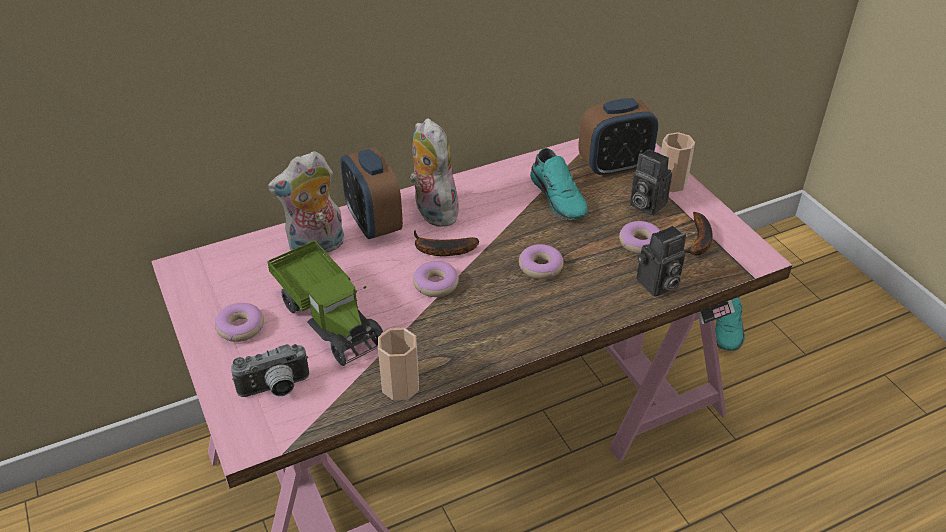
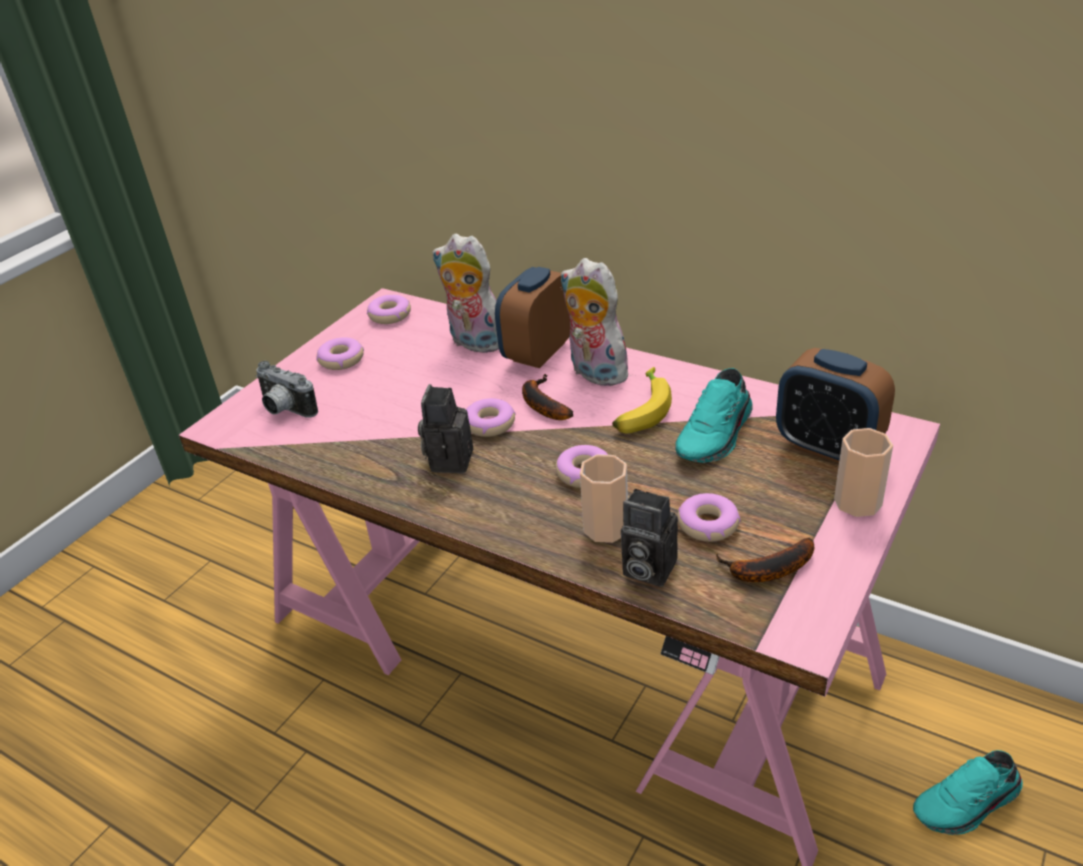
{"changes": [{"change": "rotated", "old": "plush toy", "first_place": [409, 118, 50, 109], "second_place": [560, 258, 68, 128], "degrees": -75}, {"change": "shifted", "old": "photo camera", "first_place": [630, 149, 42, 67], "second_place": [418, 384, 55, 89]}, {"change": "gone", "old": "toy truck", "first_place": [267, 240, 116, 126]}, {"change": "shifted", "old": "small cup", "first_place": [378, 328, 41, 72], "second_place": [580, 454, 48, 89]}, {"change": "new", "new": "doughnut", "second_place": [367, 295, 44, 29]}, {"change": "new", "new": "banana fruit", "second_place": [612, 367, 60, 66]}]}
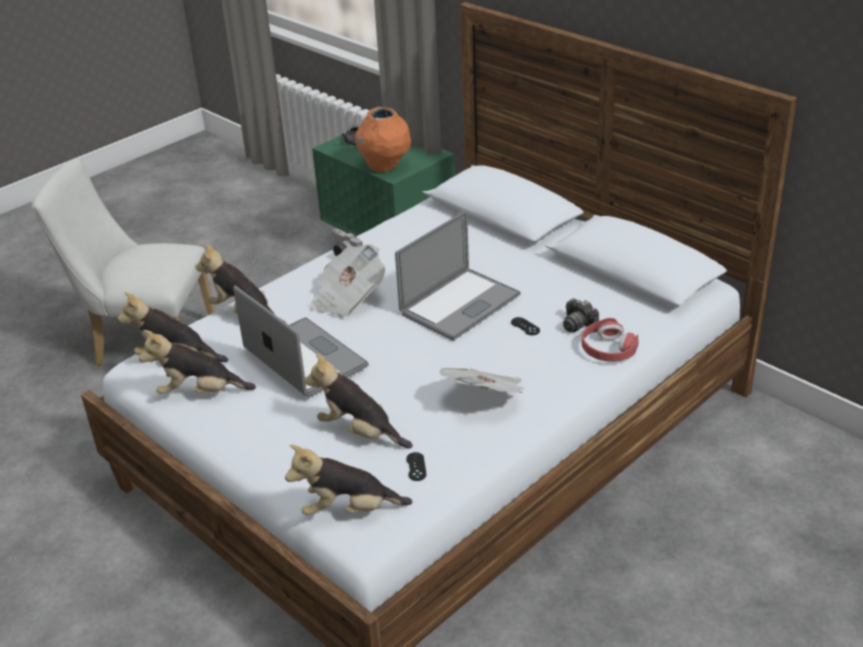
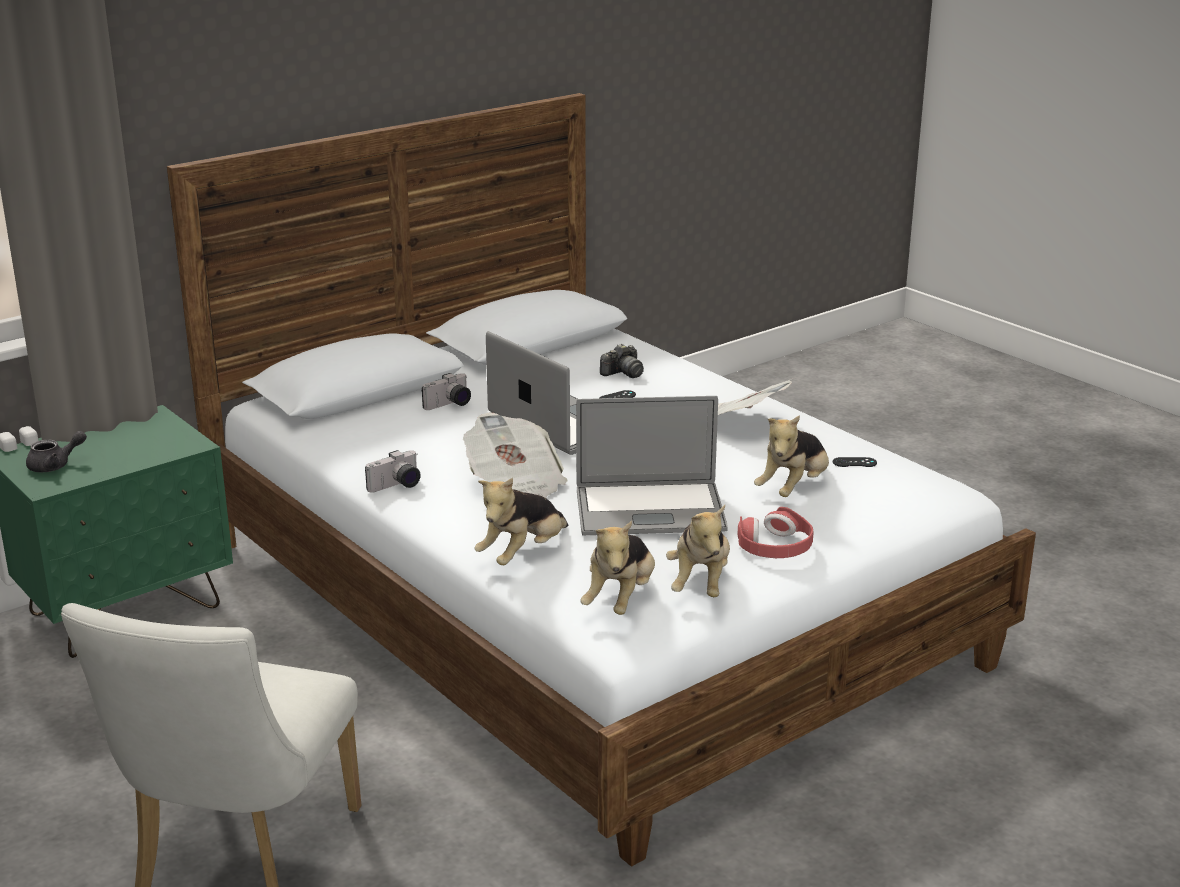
{"changes": [{"change": "gone", "old": "decorative vase (orangey)", "first_place": [355, 107, 56, 65]}, {"change": "rotated", "old": "laptop", "first_place": [233, 285, 136, 113], "second_place": [576, 396, 152, 139], "degrees": -150}, {"change": "shifted", "old": "headset (reddish)", "first_place": [582, 318, 57, 44], "second_place": [738, 507, 76, 51]}, {"change": "gone", "old": "plush toy", "first_place": [285, 445, 127, 70]}, {"change": "new", "new": "photo camera", "second_place": [422, 373, 49, 37]}]}
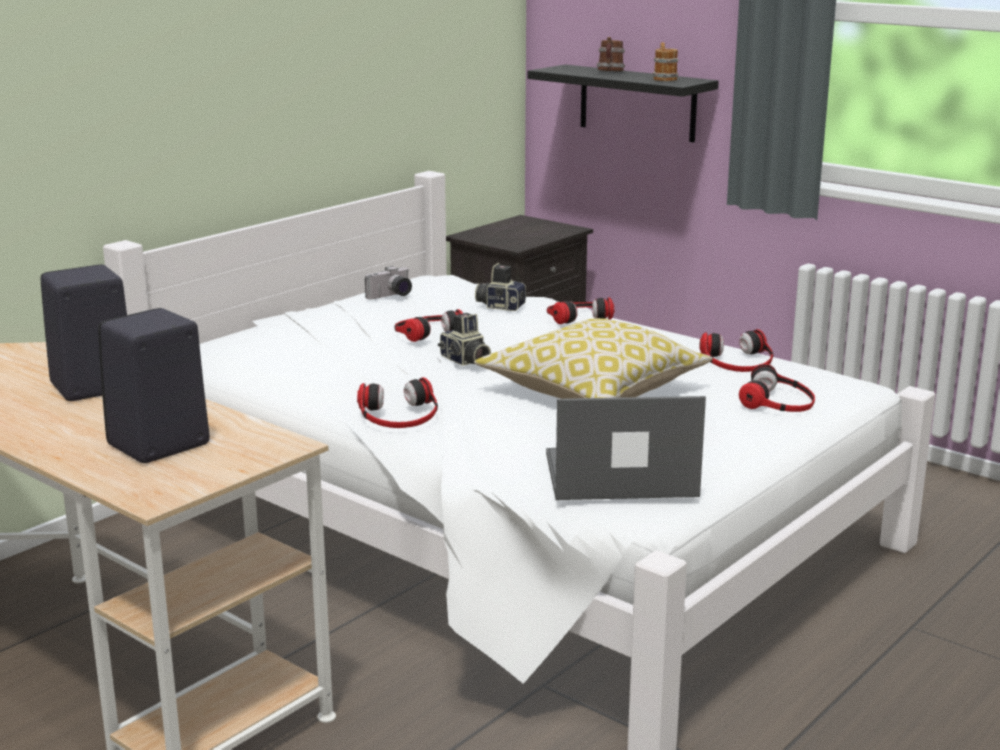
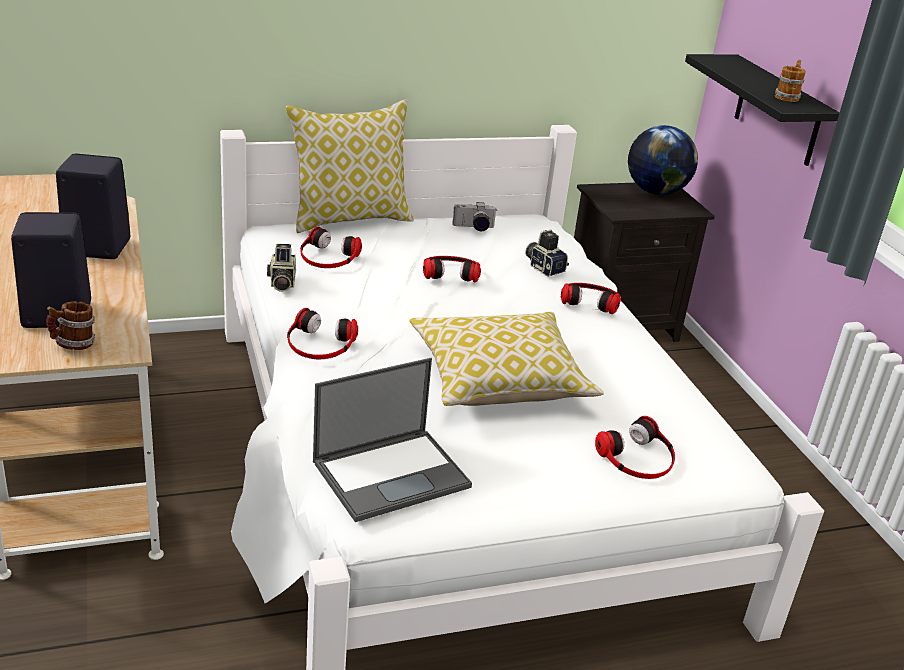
{"changes": [{"change": "shifted", "old": "tea mug", "first_place": [596, 37, 29, 34], "second_place": [46, 301, 49, 49]}, {"change": "shifted", "old": "photo camera", "first_place": [438, 313, 53, 53], "second_place": [267, 244, 29, 48]}, {"change": "shifted", "old": "headset", "first_place": [699, 329, 74, 43], "second_place": [300, 226, 62, 42]}, {"change": "rotated", "old": "laptop", "first_place": [546, 396, 160, 104], "second_place": [313, 358, 159, 164], "degrees": 120}, {"change": "new", "new": "cushion", "second_place": [286, 99, 128, 134]}, {"change": "new", "new": "world globe", "second_place": [628, 125, 70, 70]}]}
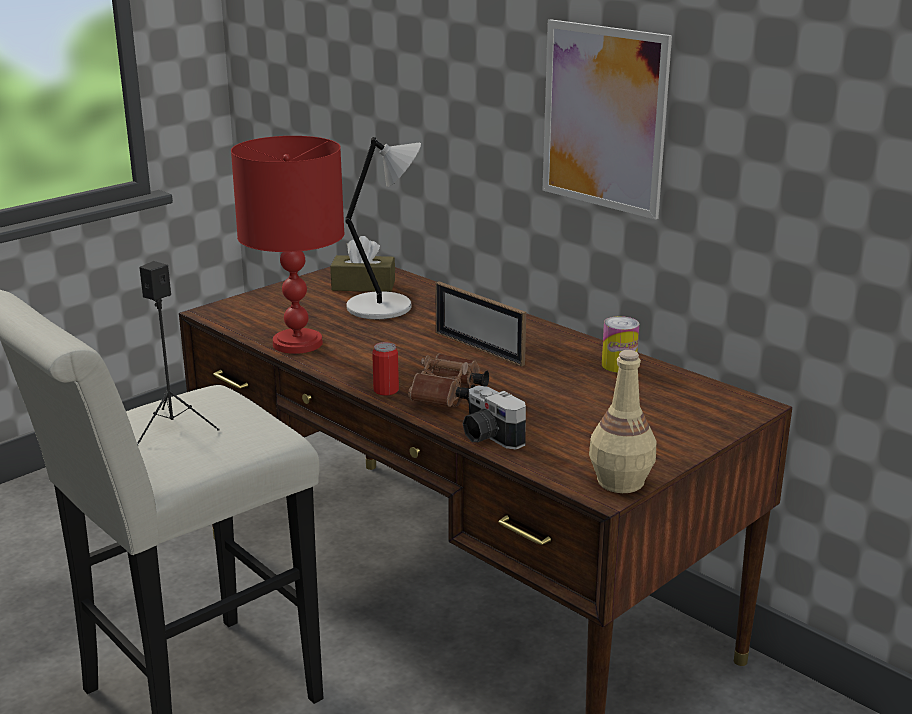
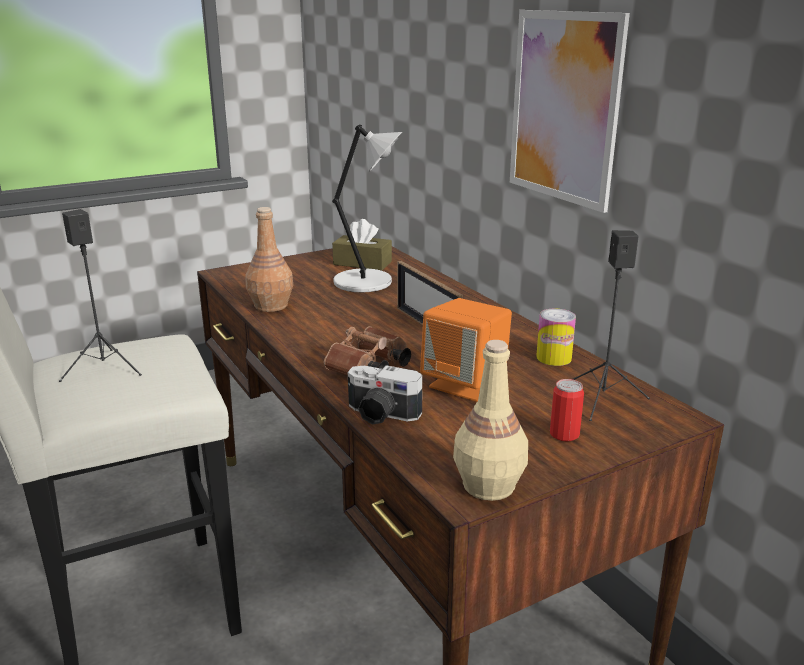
{"changes": [{"change": "swapped", "old": "lamp for a table (reddish)", "new": "bottle (brown-coloured)", "first_place": [231, 136, 114, 218], "second_place": [245, 207, 48, 105]}, {"change": "shifted", "old": "can", "first_place": [372, 342, 27, 54], "second_place": [550, 379, 34, 62]}, {"change": "rotated", "old": "photo camera", "first_place": [463, 386, 63, 63], "second_place": [348, 365, 74, 60], "degrees": -45}, {"change": "new", "new": "loudspeaker (blackish)", "second_place": [573, 230, 77, 191]}, {"change": "new", "new": "loudspeaker (orangey)", "second_place": [420, 298, 92, 104]}]}
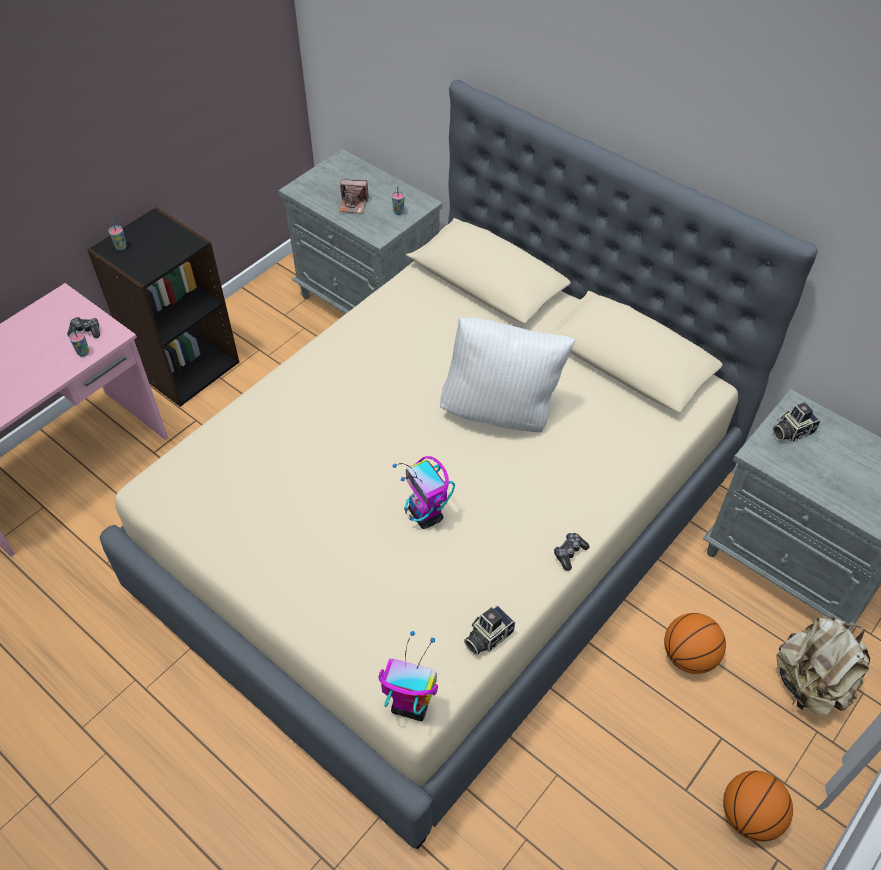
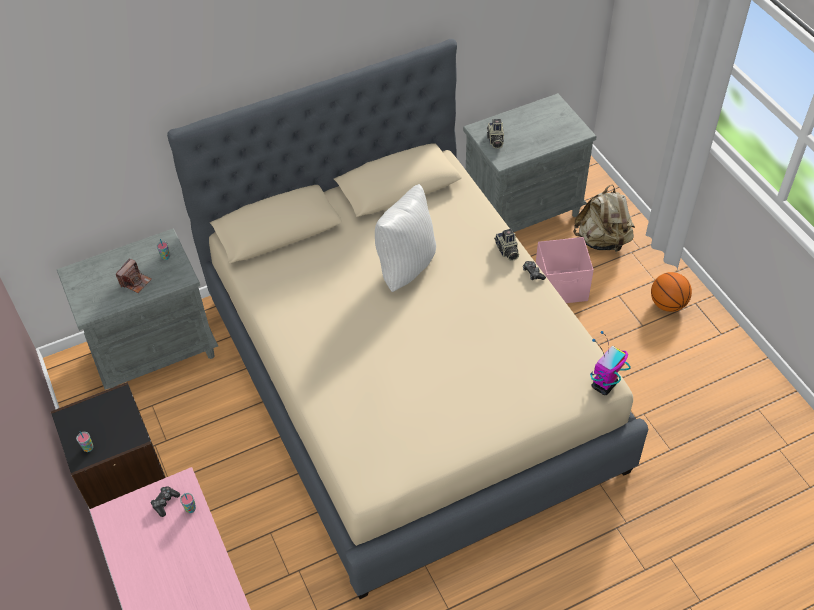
{"changes": [{"change": "gone", "old": "toy robot", "first_place": [392, 456, 63, 73]}, {"change": "shifted", "old": "photo camera", "first_place": [464, 606, 51, 49], "second_place": [494, 229, 25, 32]}, {"change": "swapped", "old": "basketball ball", "new": "storage box (pink-coloured)", "first_place": [664, 613, 62, 61], "second_place": [536, 237, 58, 66]}]}
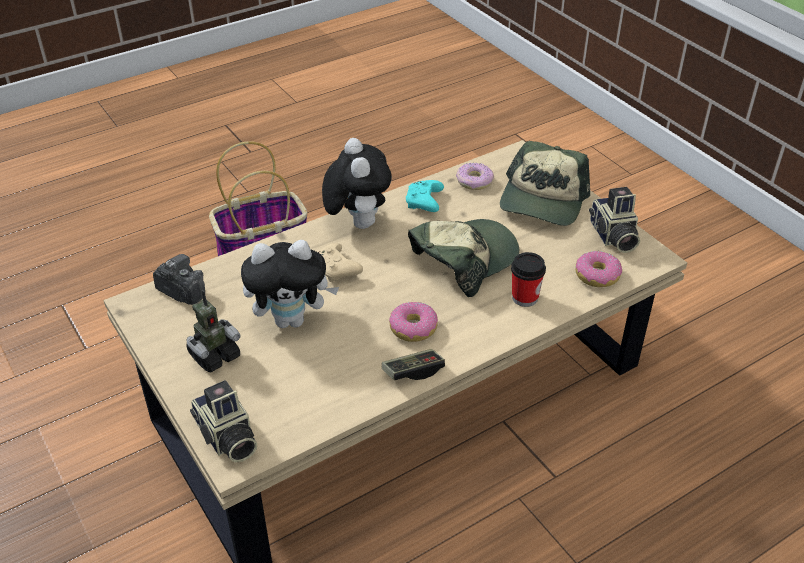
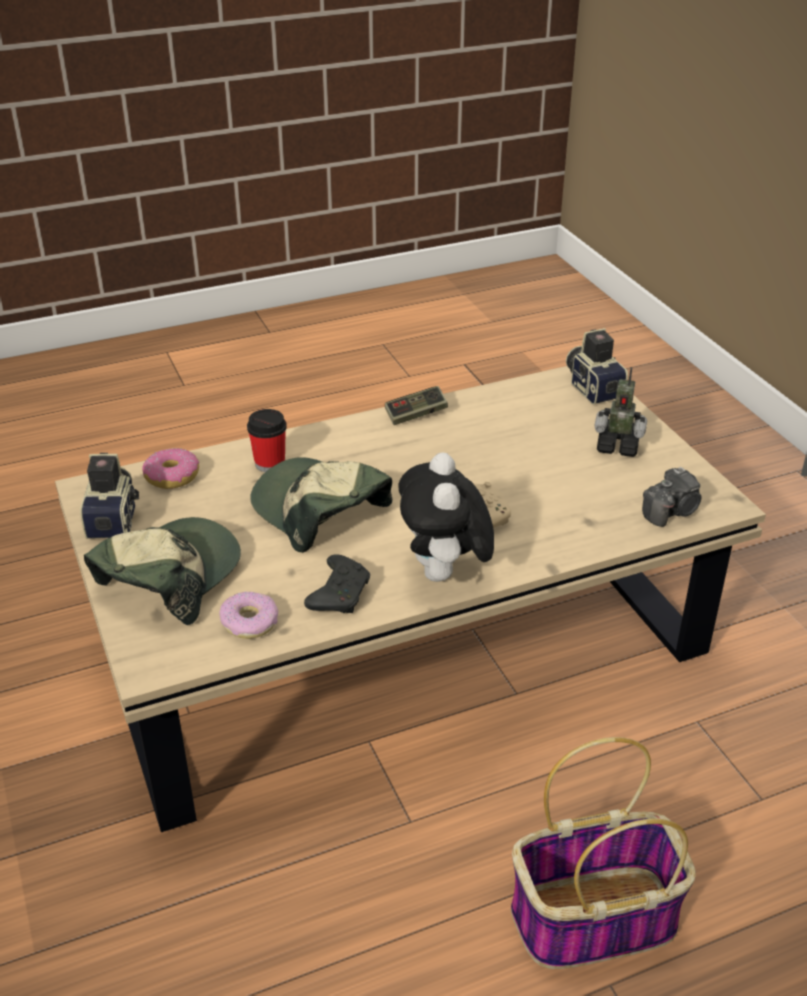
{"changes": [{"change": "repainted", "old": "gamepad (turquoise)", "new": "gamepad (blackish)", "first_place": [406, 180, 38, 32], "second_place": [304, 554, 66, 59]}, {"change": "rotated", "old": "cap", "first_place": [408, 219, 111, 78], "second_place": [250, 457, 142, 96], "degrees": 75}, {"change": "gone", "old": "plush toy", "first_place": [241, 240, 98, 88]}, {"change": "rotated", "old": "photo camera", "first_place": [153, 254, 52, 51], "second_place": [642, 467, 60, 60], "degrees": -75}, {"change": "rotated", "old": "toy robot", "first_place": [186, 290, 55, 82], "second_place": [595, 367, 52, 90], "degrees": -135}, {"change": "gone", "old": "doughnut", "first_place": [389, 302, 49, 40]}]}
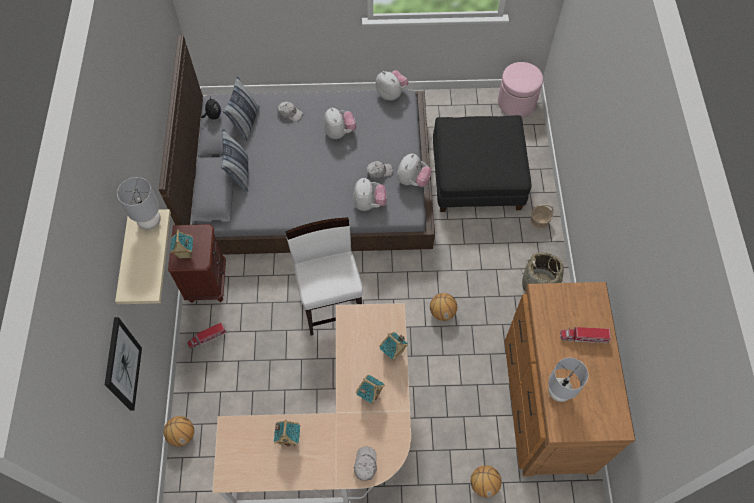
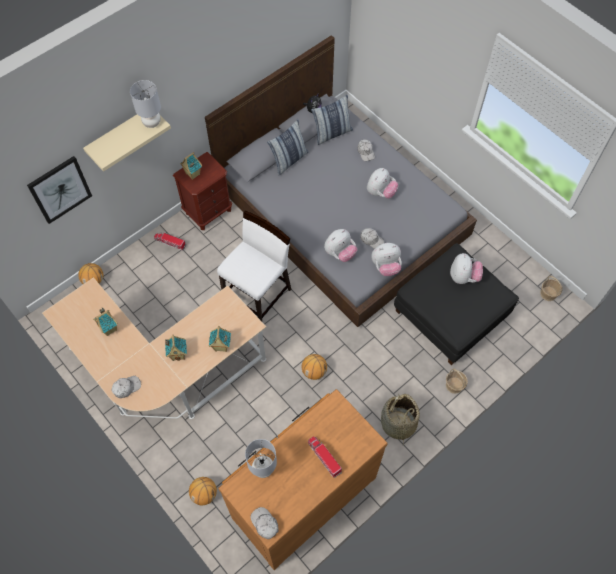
{"changes": [{"change": "swapped", "old": "ottoman (pink-coloured)", "new": "basket", "first_place": [498, 62, 45, 55], "second_place": [540, 276, 23, 25]}, {"change": "shifted", "old": "plush toy", "first_place": [376, 70, 33, 31], "second_place": [450, 253, 33, 31]}, {"change": "new", "new": "cap (whitish)", "second_place": [251, 507, 28, 32]}]}
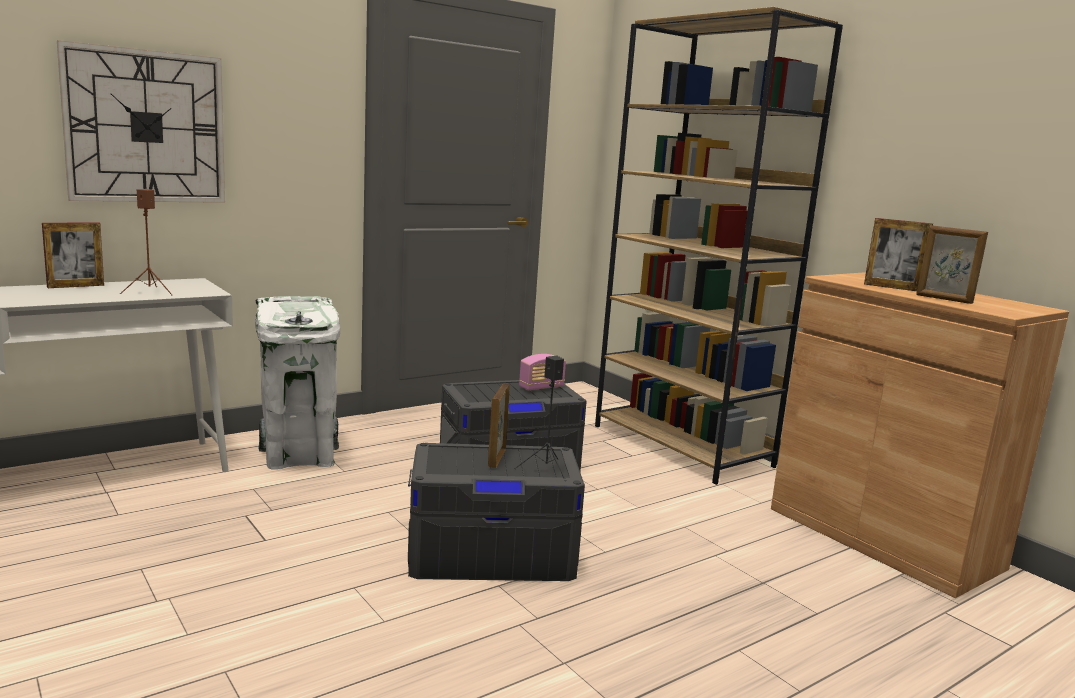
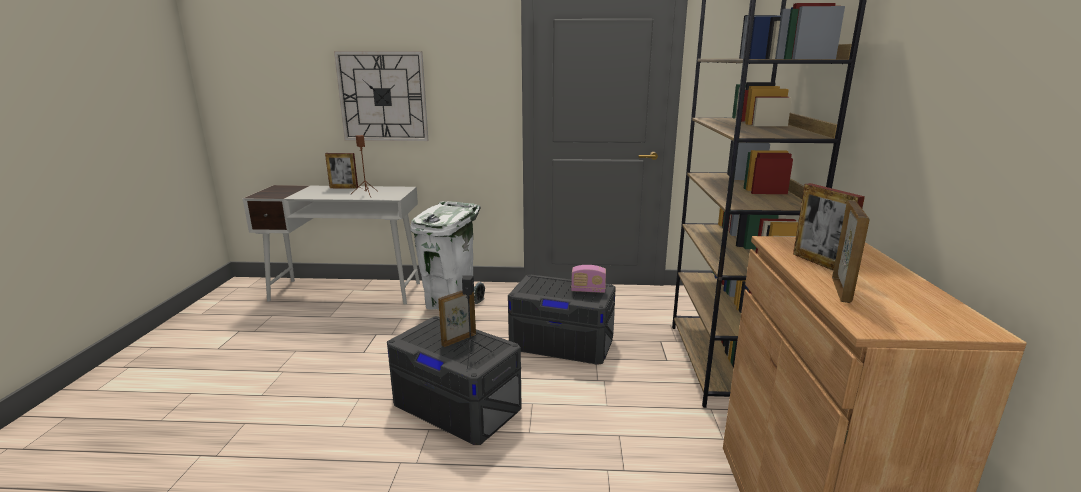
{"changes": [{"change": "rotated", "old": "standing frame", "first_place": [916, 225, 72, 79], "second_place": [832, 200, 38, 103], "degrees": -150}]}
